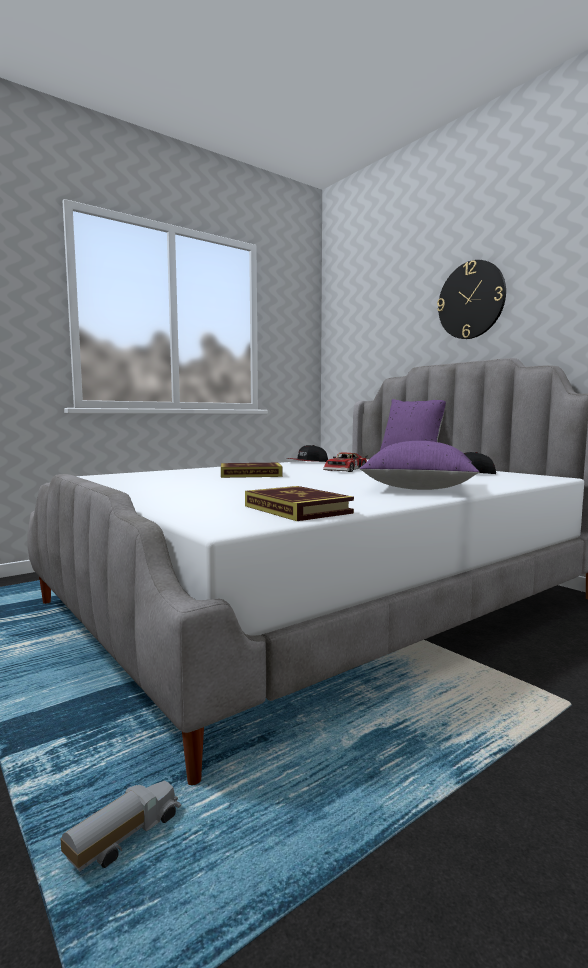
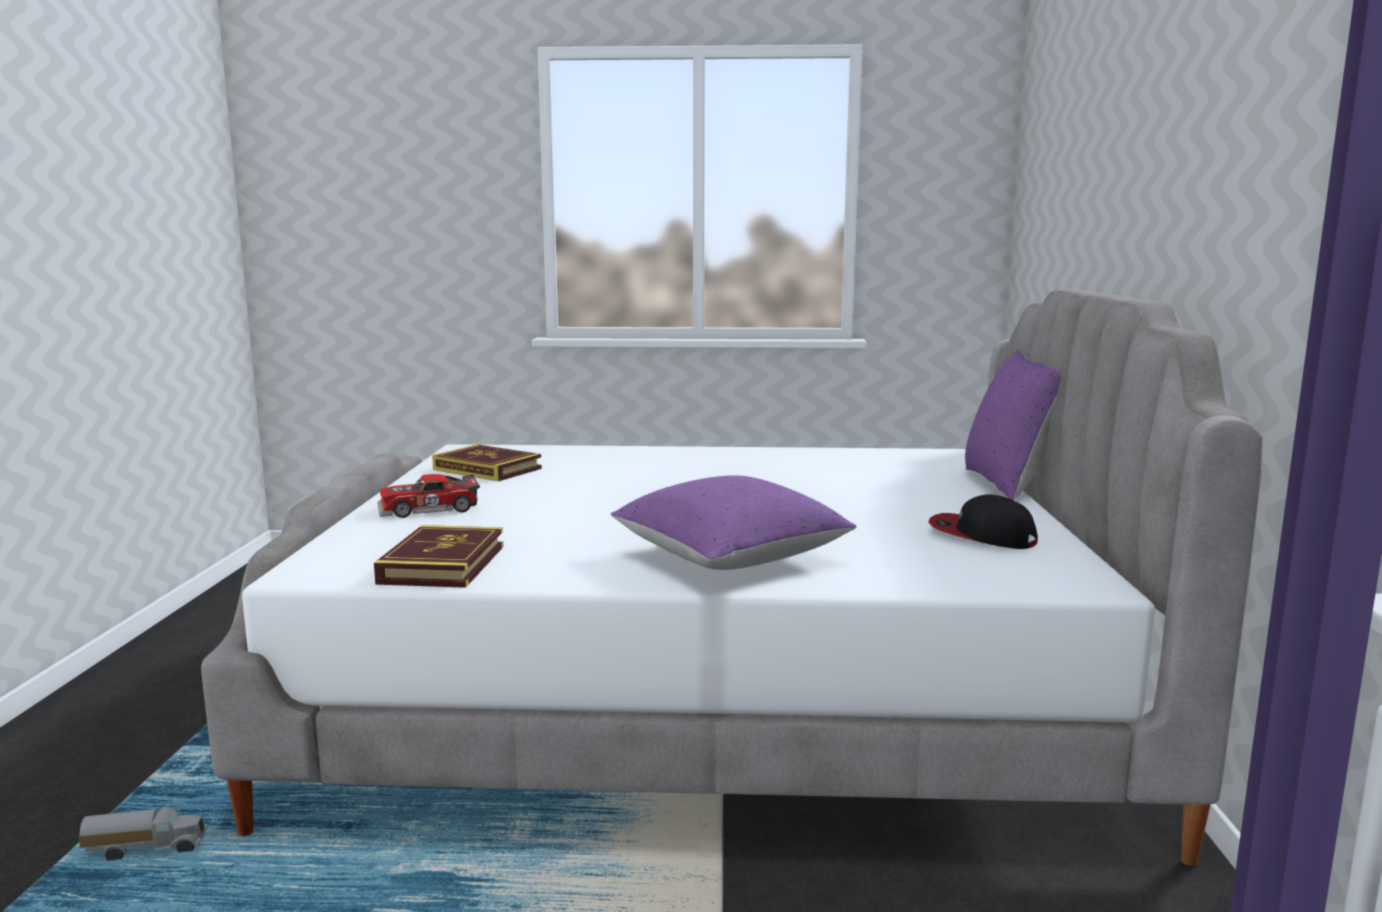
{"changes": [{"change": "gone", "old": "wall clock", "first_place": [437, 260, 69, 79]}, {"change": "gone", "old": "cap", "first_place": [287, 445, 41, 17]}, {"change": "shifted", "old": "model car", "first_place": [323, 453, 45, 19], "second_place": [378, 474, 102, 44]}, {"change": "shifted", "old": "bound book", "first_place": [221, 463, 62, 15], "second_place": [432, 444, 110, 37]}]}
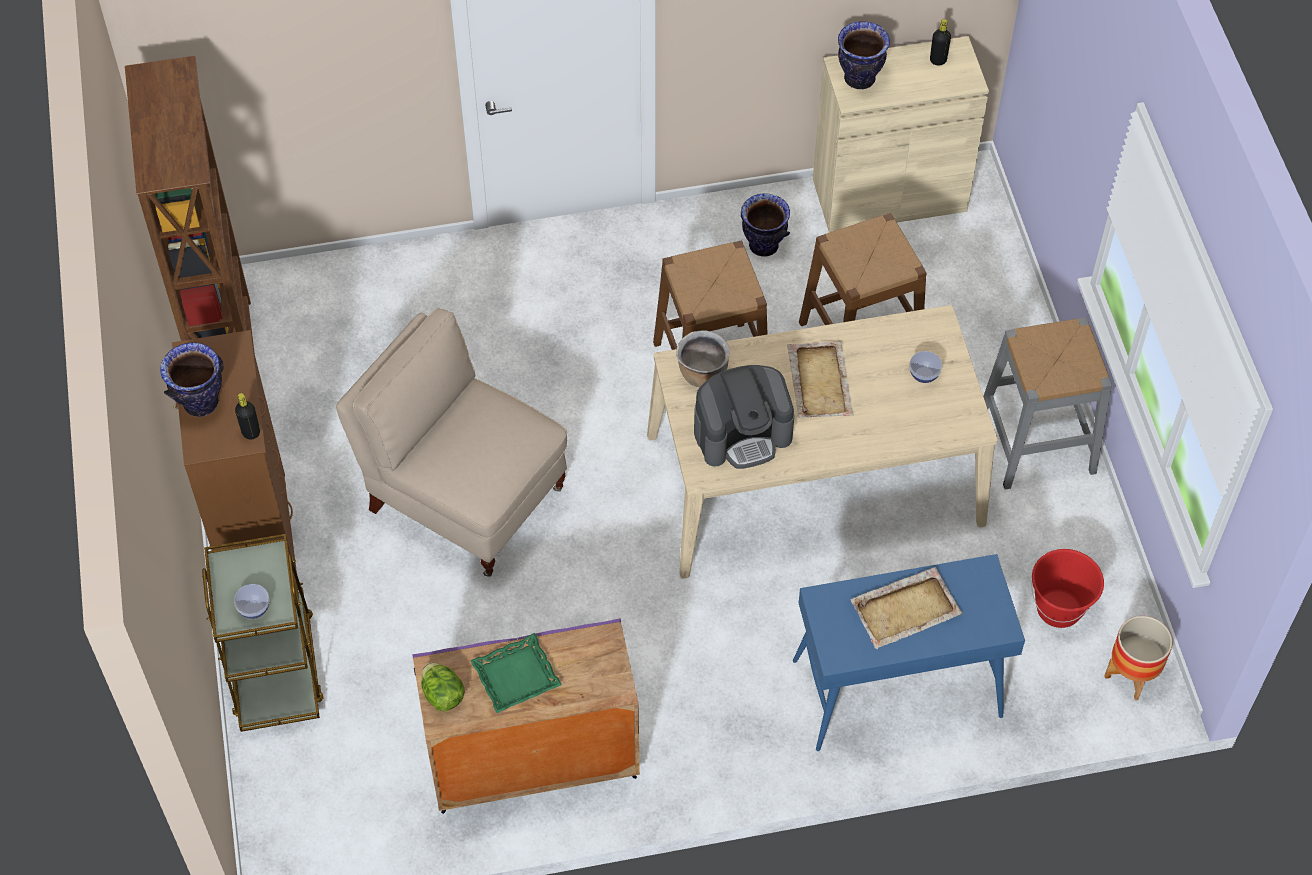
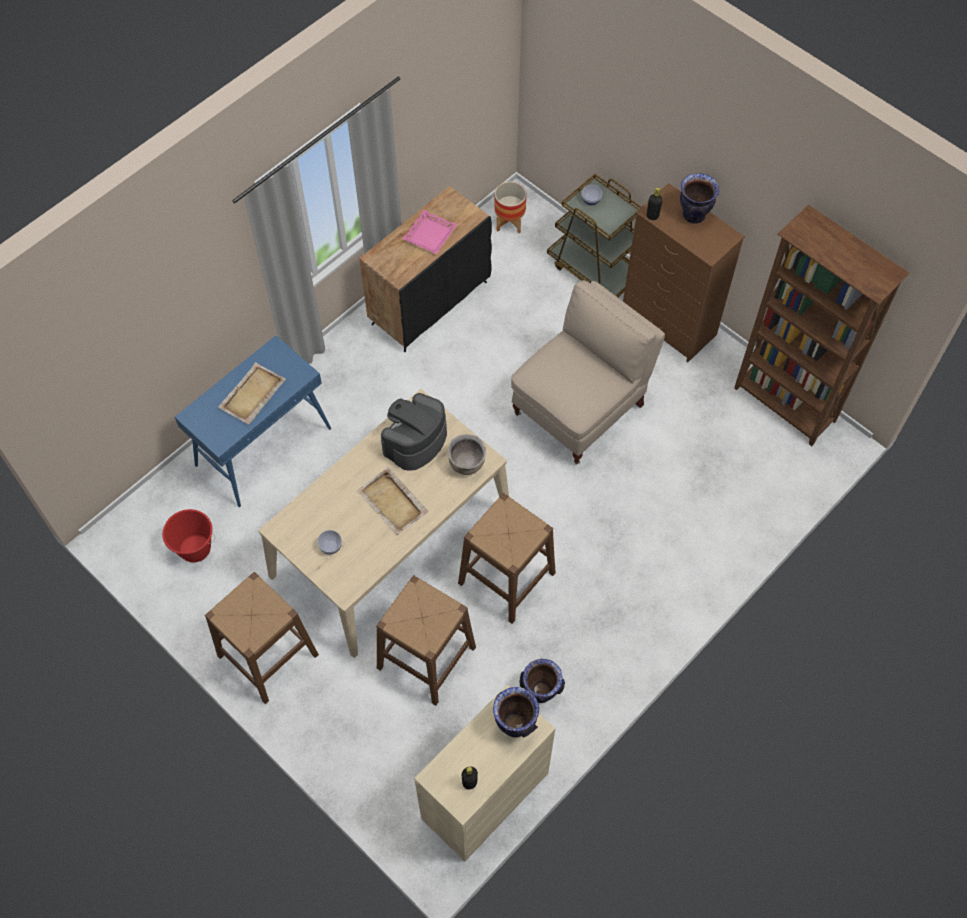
{"changes": [{"change": "rotated", "old": "upright chair (sand-coloured)", "first_place": [336, 308, 231, 269], "second_place": [511, 280, 154, 184], "degrees": -45}, {"change": "repainted", "old": "stool seat (greyish)", "new": "stool seat (brown-coloured)", "first_place": [983, 317, 129, 172], "second_place": [205, 572, 114, 132]}, {"change": "shifted", "old": "flower pot", "first_place": [1104, 616, 69, 84], "second_place": [494, 181, 32, 52]}, {"change": "repainted", "old": "cupboard (purplish)", "new": "cupboard (blackish)", "first_place": [412, 618, 228, 196], "second_place": [360, 186, 132, 166]}, {"change": "repainted", "old": "serving tray (greenish)", "new": "serving tray (pink-coloured)", "first_place": [470, 633, 92, 80], "second_place": [403, 210, 54, 44]}, {"change": "gone", "old": "head of lettuce", "first_place": [421, 663, 44, 48]}]}
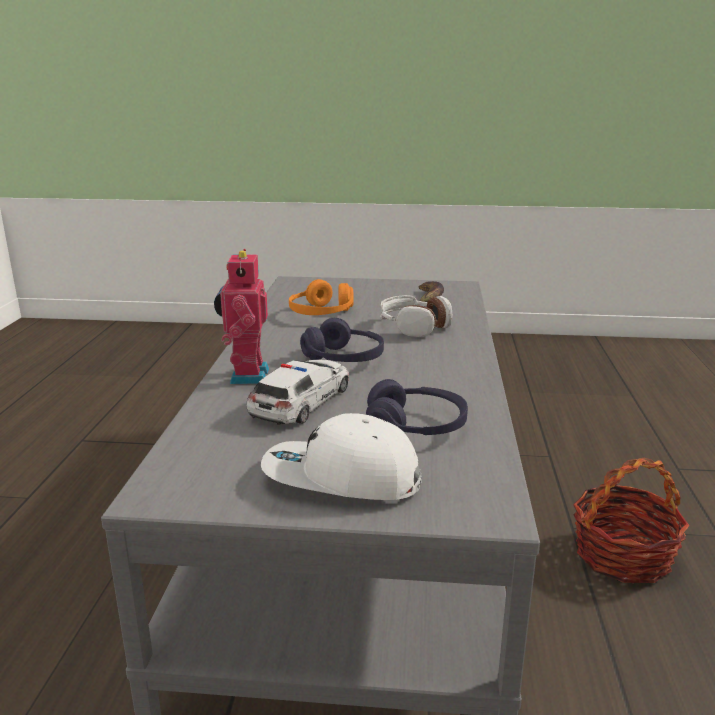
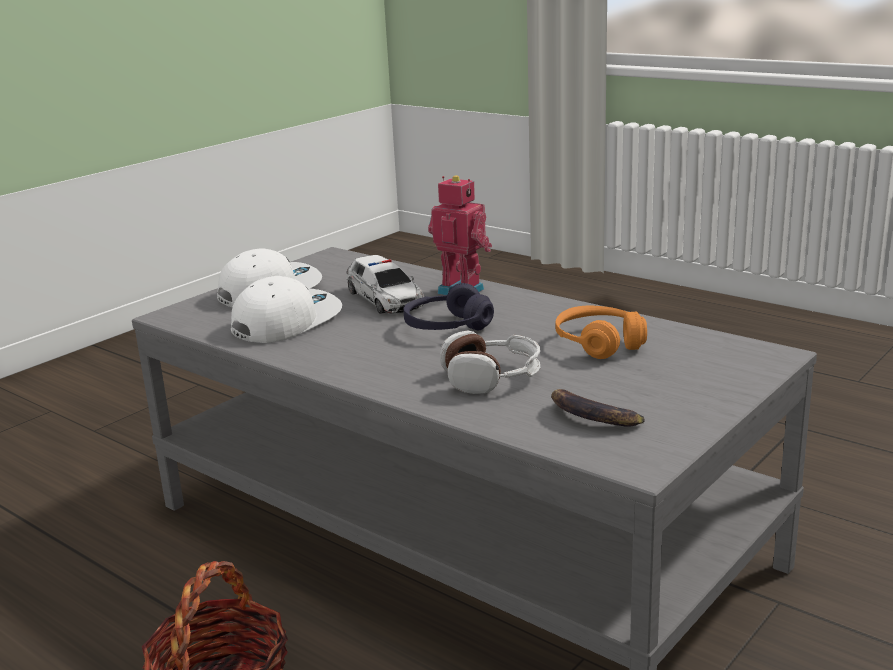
{"changes": [{"change": "swapped", "old": "headset (purplish)", "new": "cap (whitish)", "first_place": [366, 379, 102, 56], "second_place": [231, 276, 111, 67]}]}
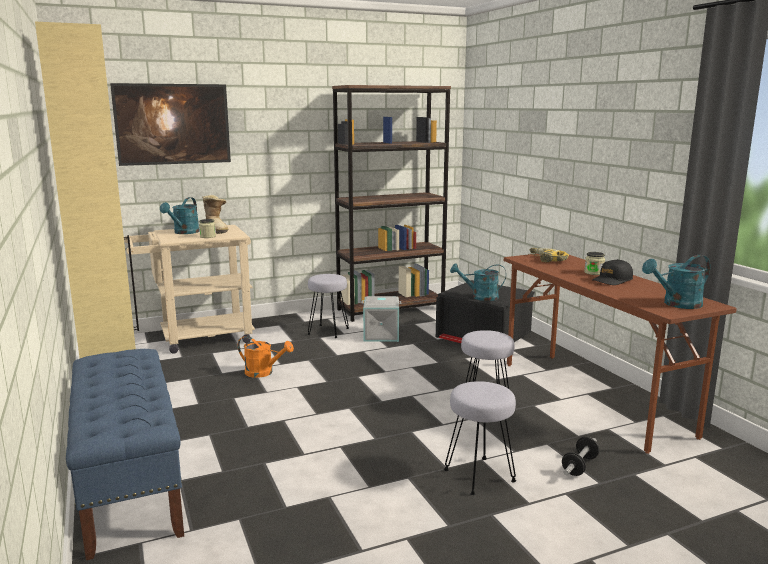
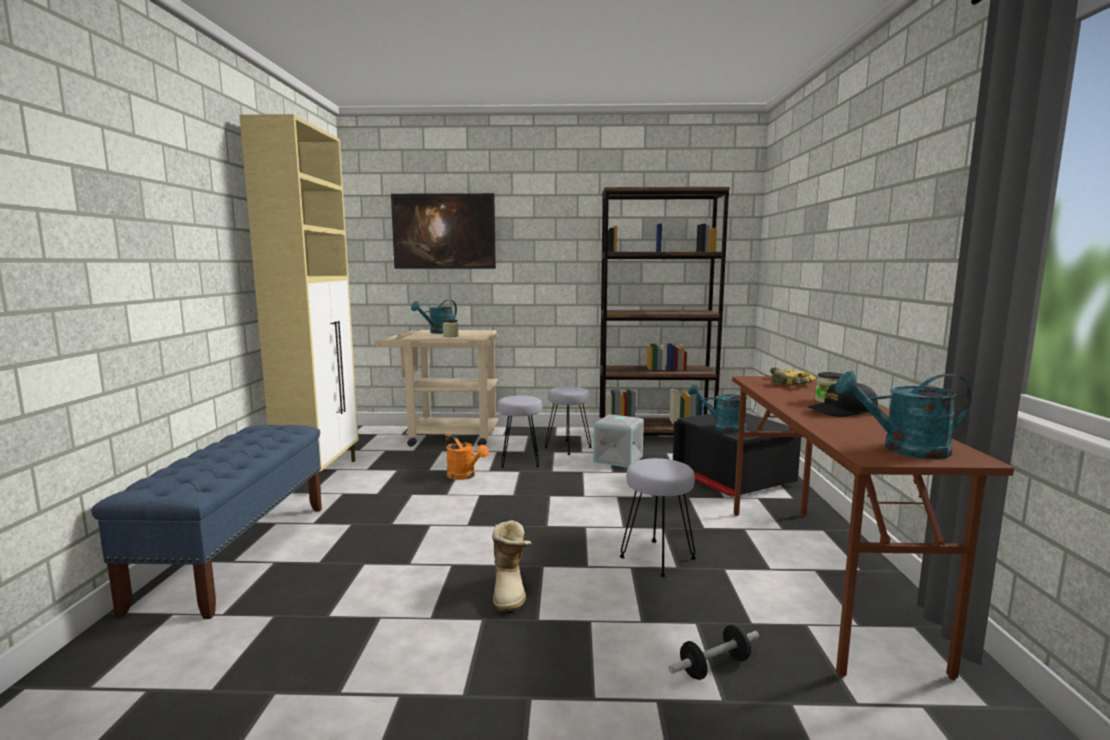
{"changes": [{"change": "shifted", "old": "tall boot", "first_place": [202, 195, 26, 39], "second_place": [492, 520, 40, 93]}, {"change": "shifted", "old": "stool seat (greyish)", "first_place": [444, 381, 72, 114], "second_place": [497, 396, 45, 72]}]}
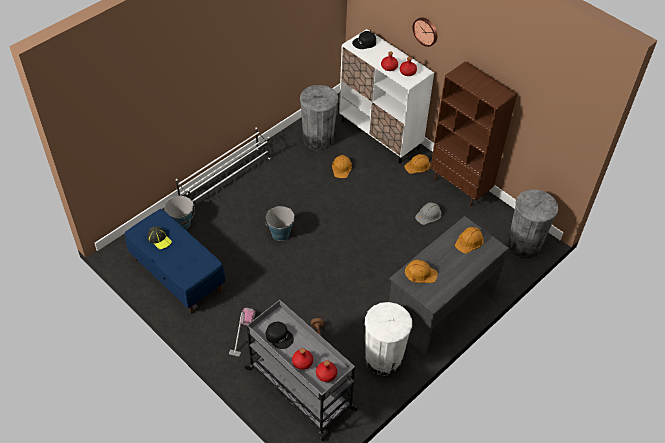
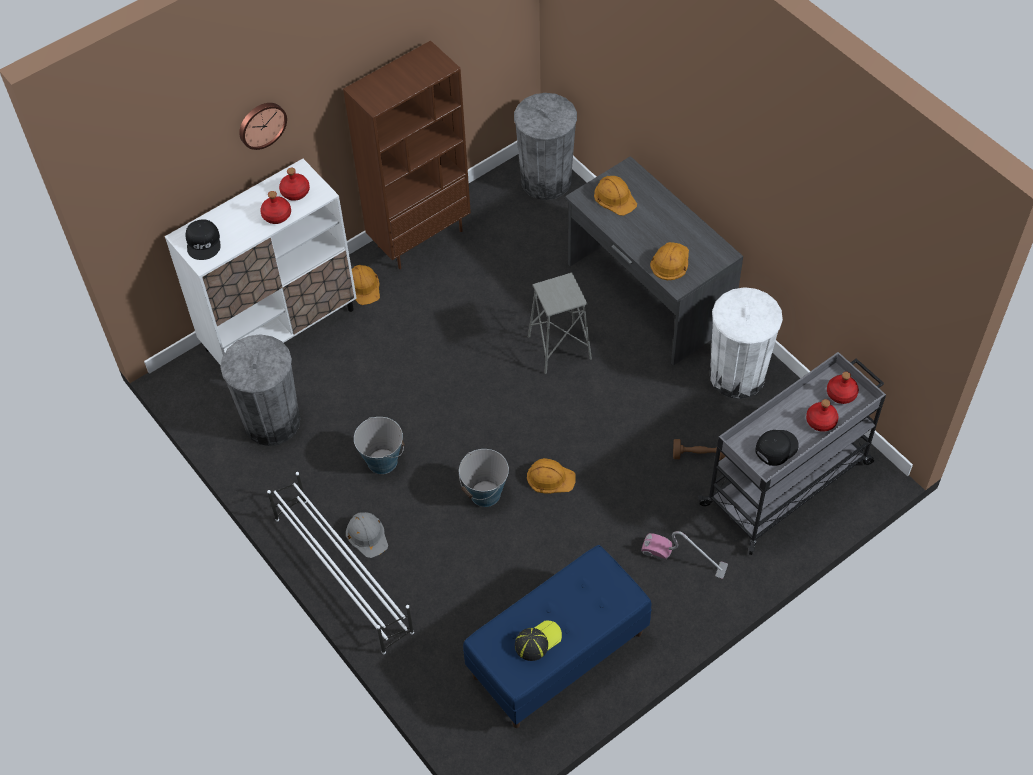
{"changes": [{"change": "shifted", "old": "safety helmet (orangey)", "first_place": [332, 155, 20, 23], "second_place": [527, 458, 49, 36]}, {"change": "shifted", "old": "pail", "first_place": [164, 196, 31, 34], "second_place": [354, 417, 51, 57]}, {"change": "shifted", "old": "safety helmet (greyish)", "first_place": [415, 203, 26, 22], "second_place": [346, 512, 42, 46]}, {"change": "new", "new": "stool seat (greyish)", "second_place": [528, 273, 64, 101]}]}
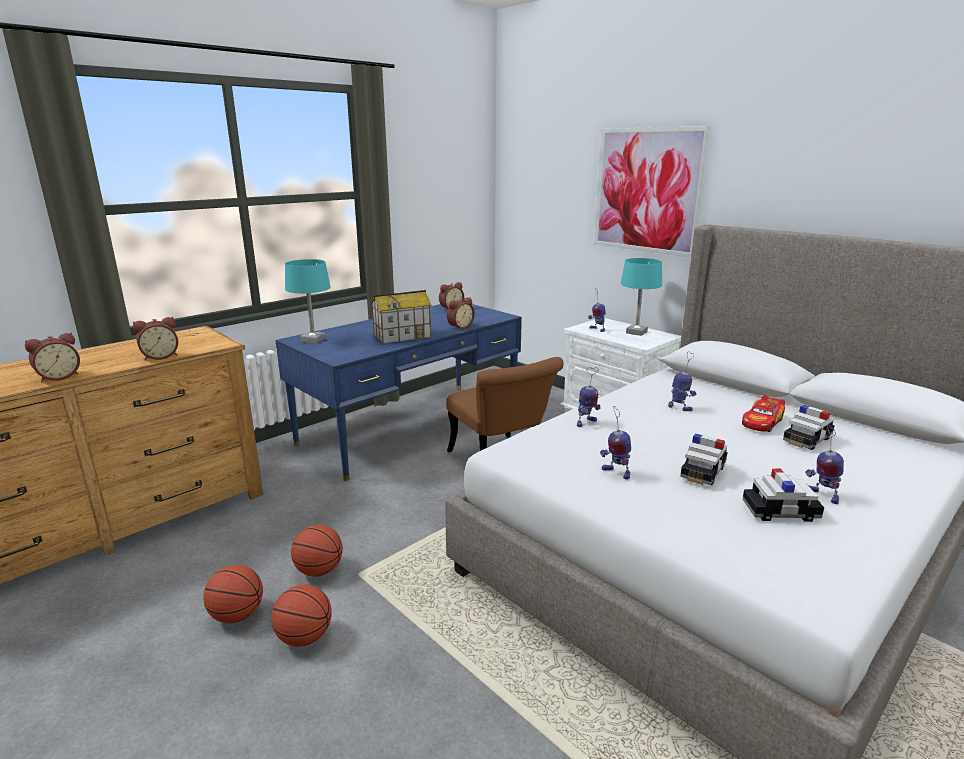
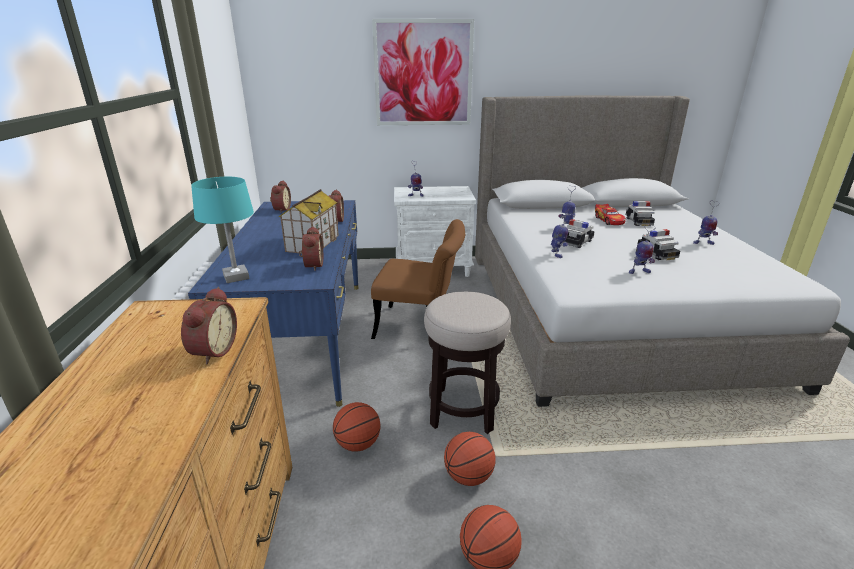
{"changes": [{"change": "gone", "old": "lamp for a table (turquoise)", "first_place": [621, 258, 41, 78]}, {"change": "shifted", "old": "table clock", "first_place": [25, 333, 55, 49], "second_place": [299, 226, 24, 45]}, {"change": "shifted", "old": "model car", "first_place": [742, 468, 82, 54], "second_place": [562, 219, 33, 29]}, {"change": "shifted", "old": "basketball ball", "first_place": [271, 584, 61, 63], "second_place": [333, 402, 47, 50]}, {"change": "new", "new": "stool seat", "second_place": [424, 291, 87, 143]}]}
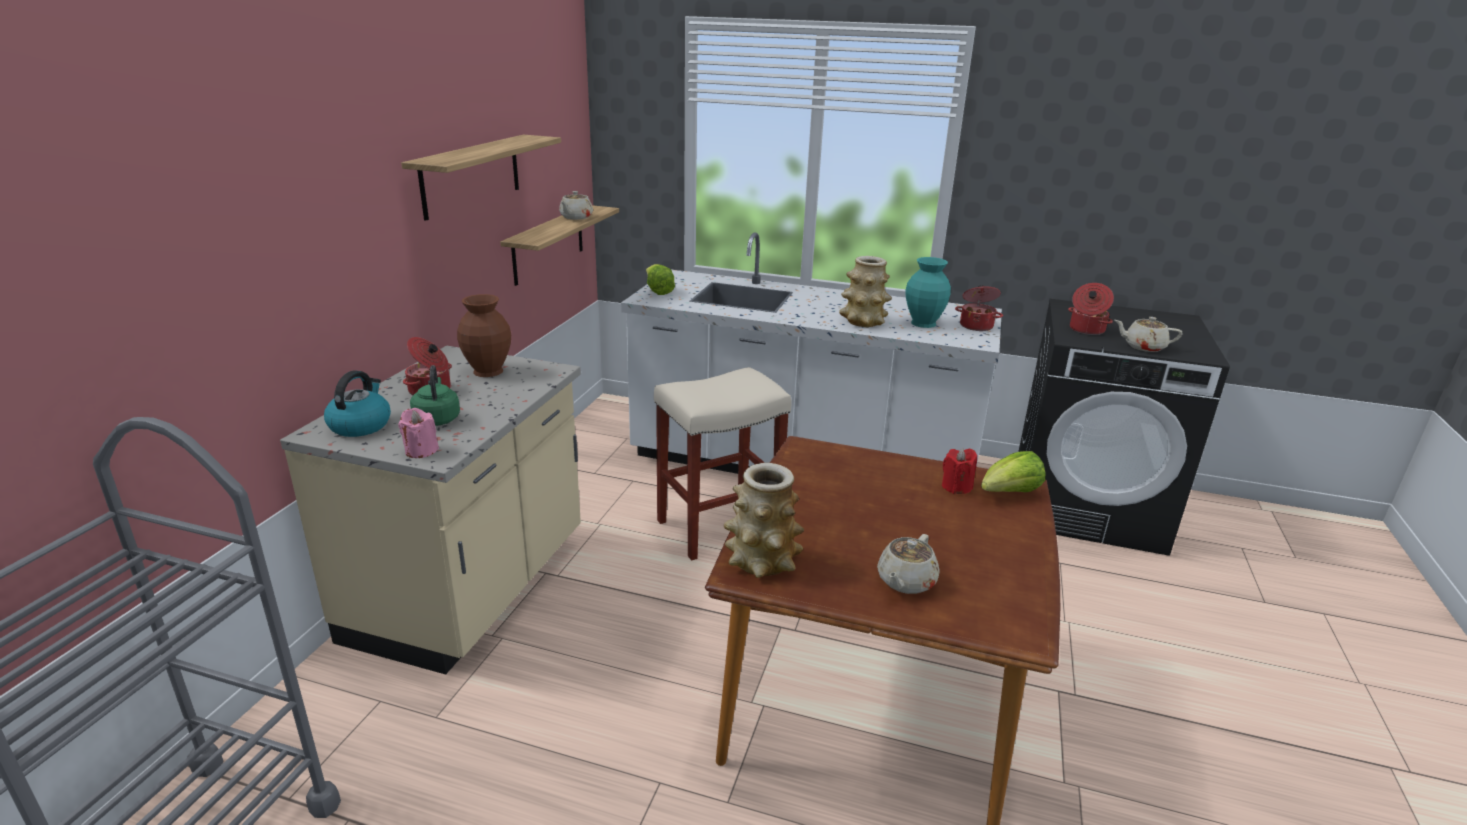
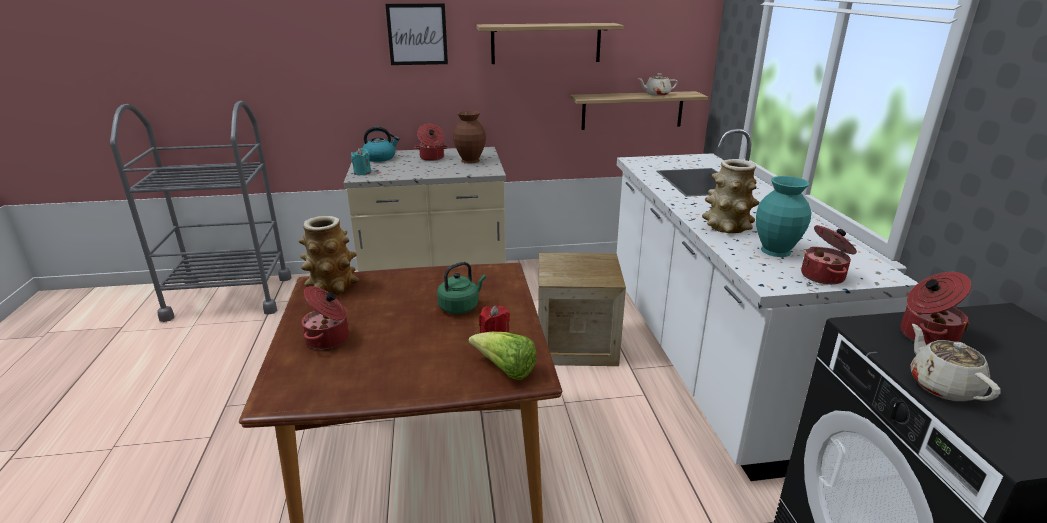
{"changes": [{"change": "gone", "old": "head of lettuce", "first_place": [646, 264, 29, 31]}, {"change": "shifted", "old": "tea kettle (greenish)", "first_place": [410, 365, 50, 61], "second_place": [437, 262, 49, 52]}, {"change": "swapped", "old": "stool seat (sand-coloured)", "new": "shipping crate", "first_place": [654, 367, 137, 194], "second_place": [538, 253, 88, 113]}, {"change": "repainted", "old": "wax candle (pink-coloured)", "new": "wax candle (turquoise)", "first_place": [398, 408, 41, 50], "second_place": [351, 148, 20, 27]}, {"change": "swapped", "old": "tea pot (sand-coloured)", "new": "stockpot", "first_place": [877, 534, 62, 60], "second_place": [301, 286, 48, 63]}, {"change": "new", "new": "wall art", "second_place": [385, 3, 63, 62]}]}
